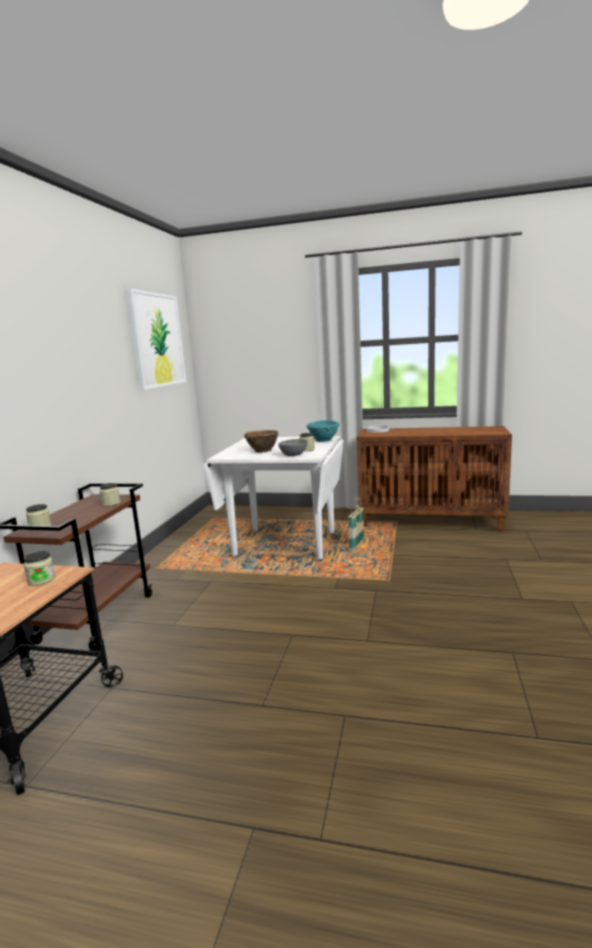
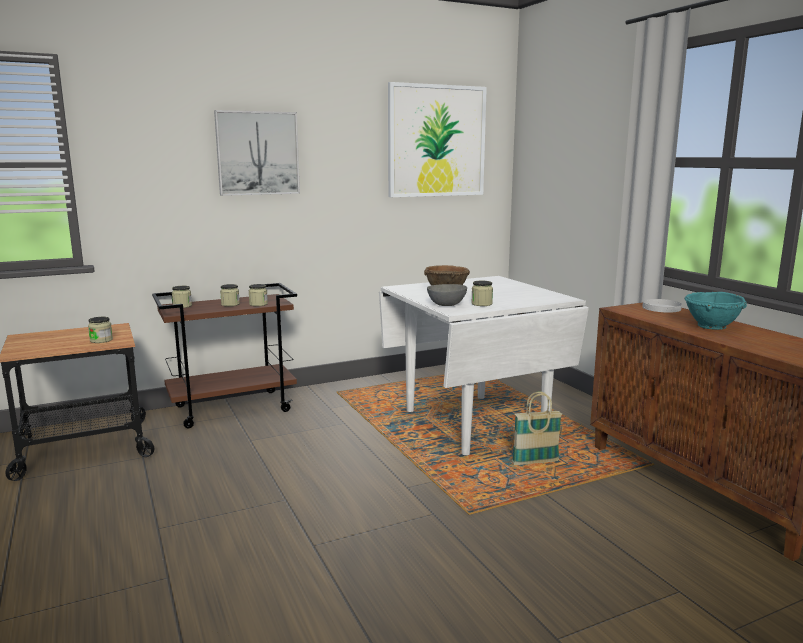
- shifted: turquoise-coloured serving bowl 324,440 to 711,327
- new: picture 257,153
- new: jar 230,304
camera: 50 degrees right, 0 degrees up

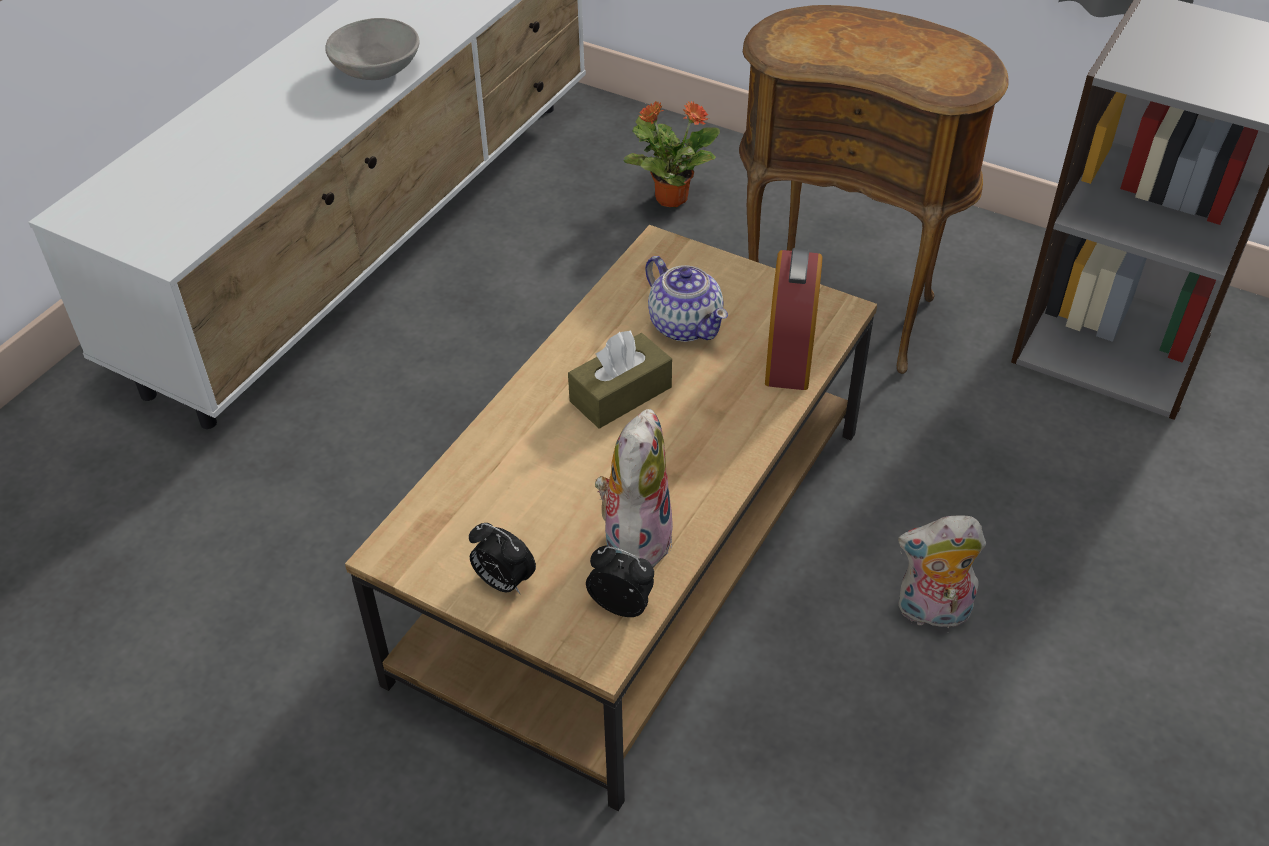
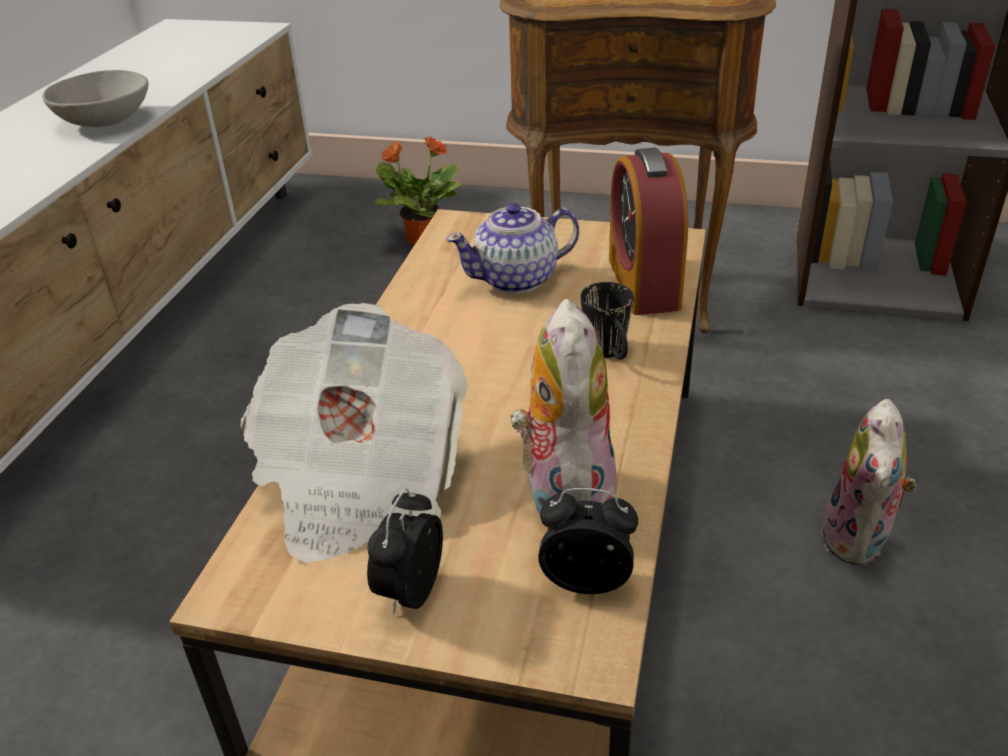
- rotated: bedside clock 503,582 = 410,591 90 degrees clockwise
- gone: brown tissue holder 620,394
- rotated: teapot 685,324 = 517,279 120 degrees clockwise
- rotated: plush toy 931,613 = 859,540 60 degrees counterclockwise
- new: printed paper 359,478
- new: black coffee mug 610,354
camera: 15 degrees left, 10 degrees down

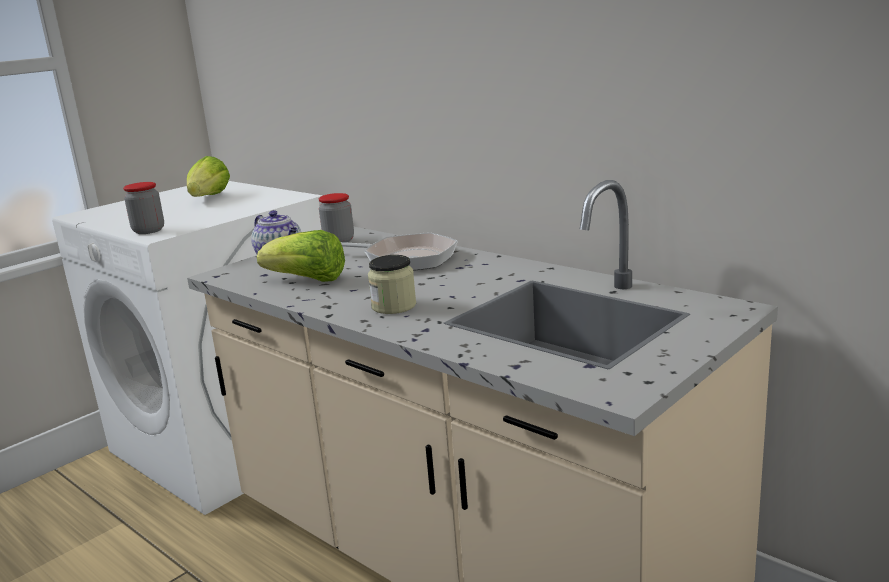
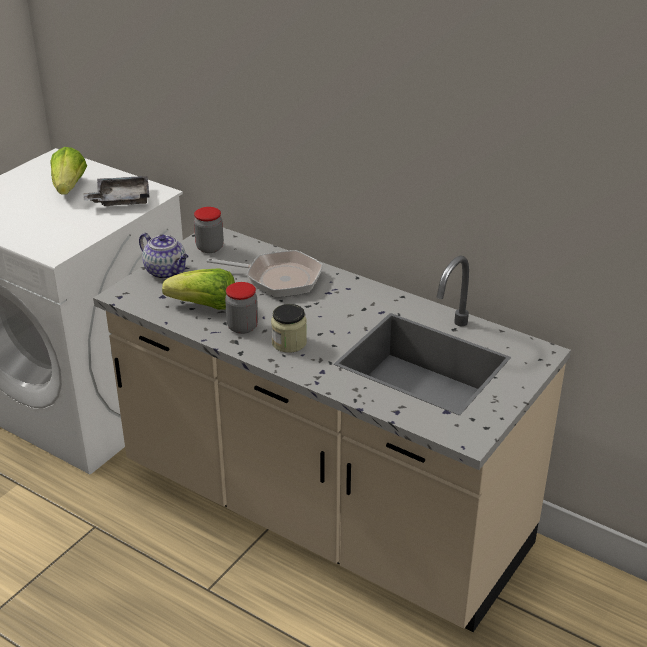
- shifted: jar 148,230 to 242,327
- new: greyish tray 121,200
camera: 10 degrees left, 15 degrees up

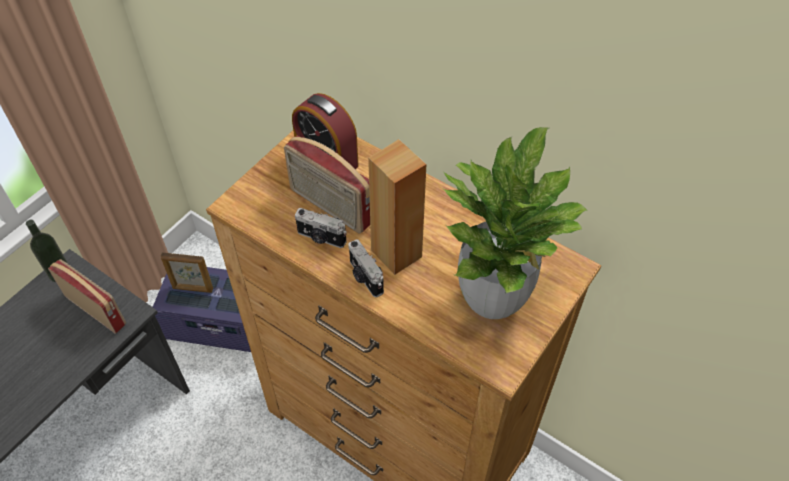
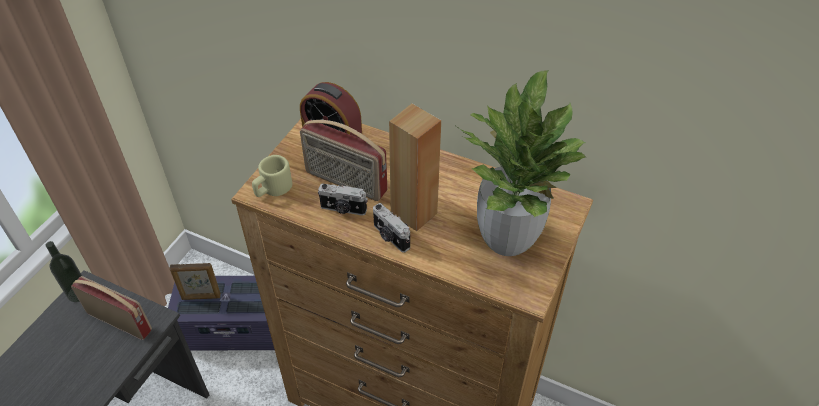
- new: beige-coloured coffee mug 272,189
camera: 10 degrees left, 5 degrees down

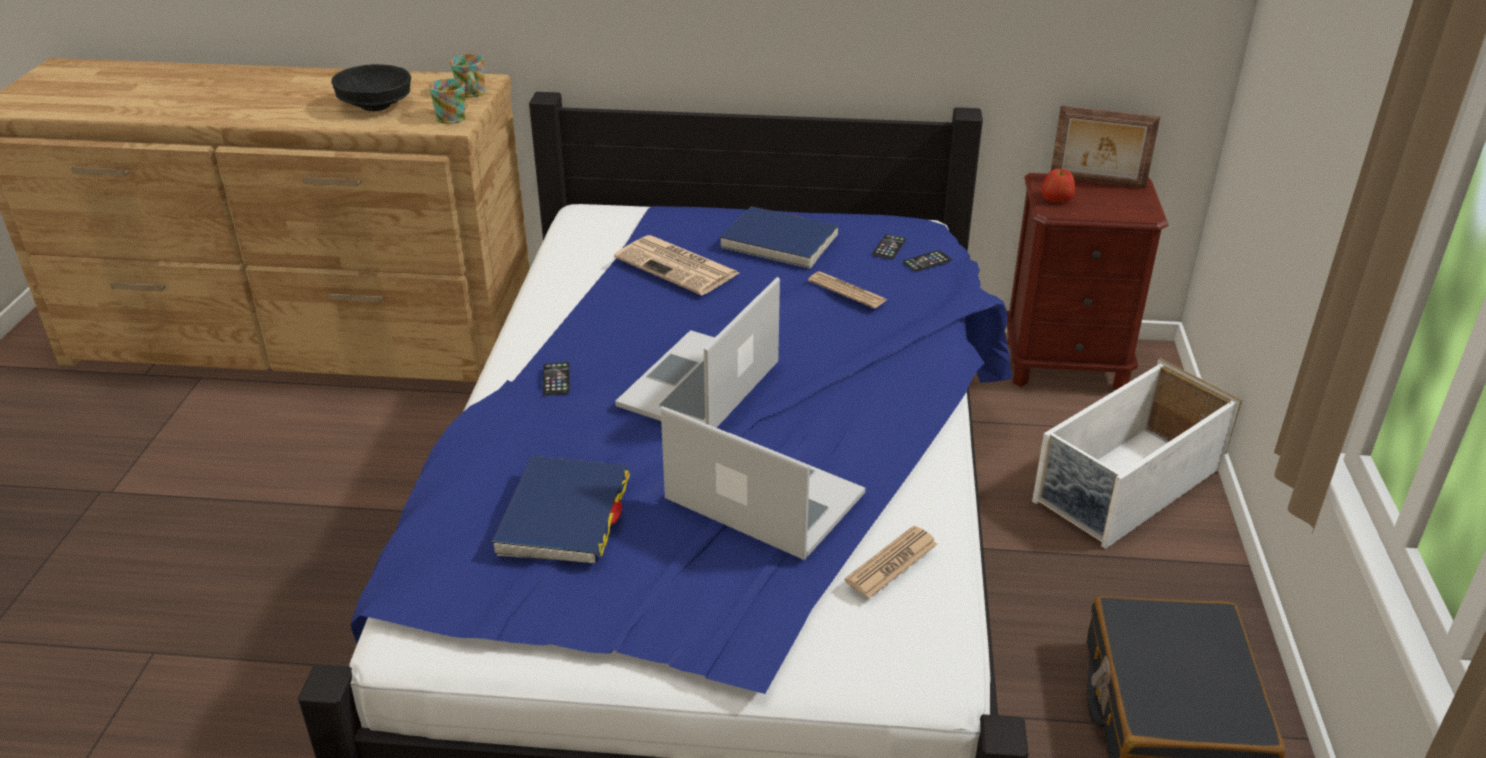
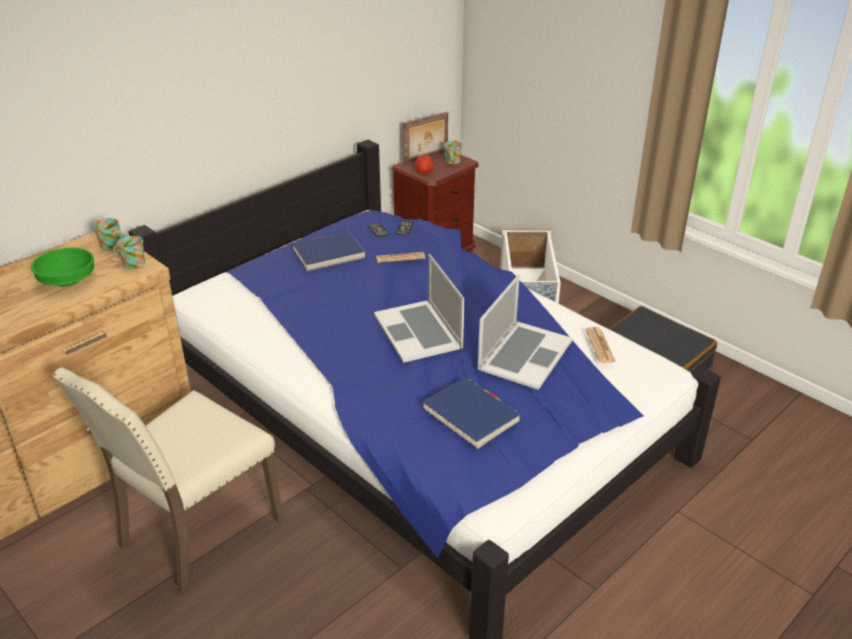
- repainted: black serving bowl 375,106 to green serving bowl 68,281
- gone: handset 556,379
- gone: printed paper 678,266
- rotated: laptop 763,497 = 524,354 135 degrees clockwise
- new: beige-coloured plain chair 195,532
- new: coffee mug 452,162
camera: 50 degrees left, 0 degrees up

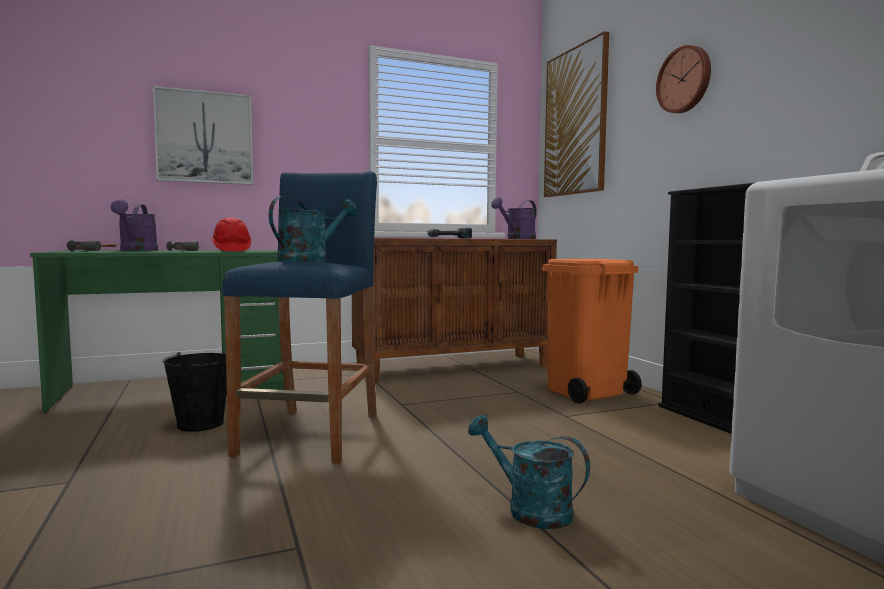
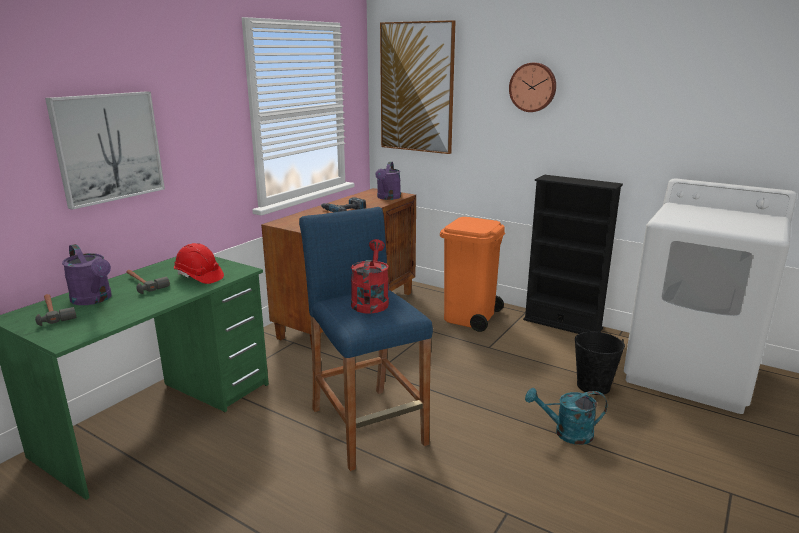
- shifted: black bucket 200,424 to 593,385
- repainted: turquoise-coloured watering can 310,260 to reddish watering can 370,301
camera: 35 degrees left, 15 degrees up

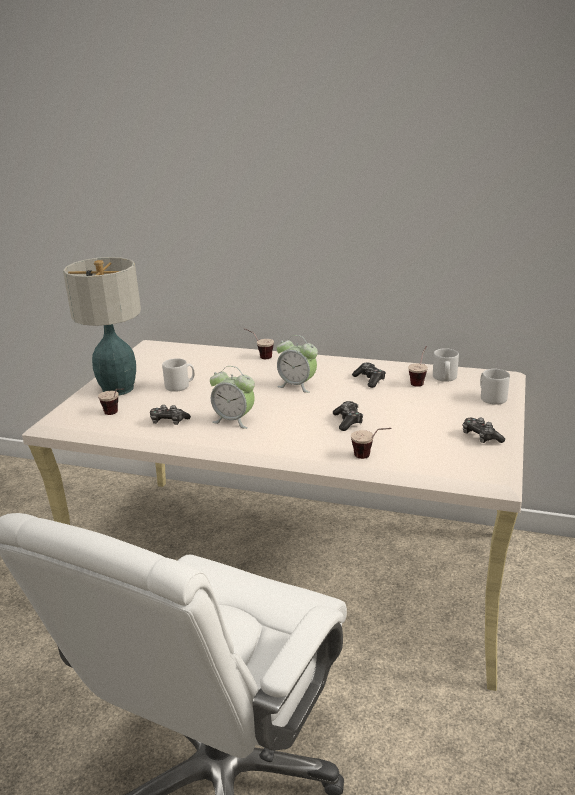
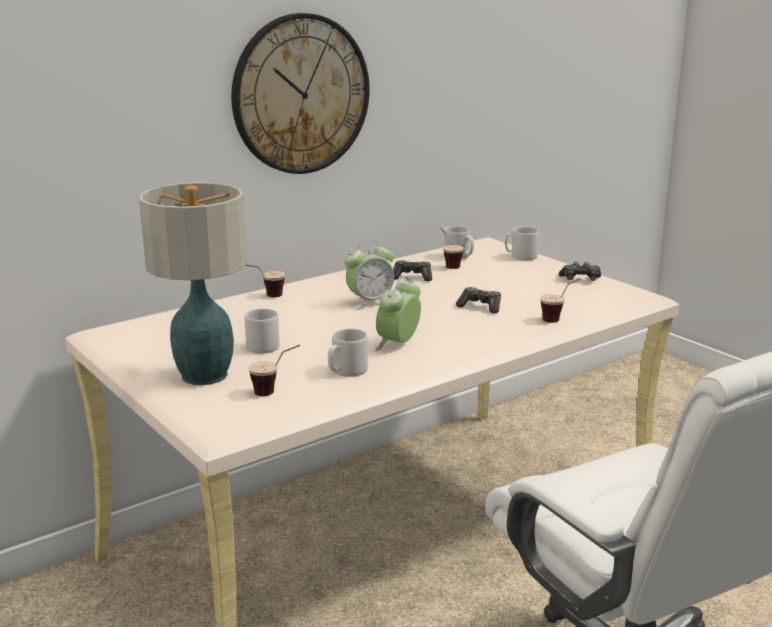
- swapped: gamepad 168,421 to greyish coffee mug 346,371
- rotated: bedside clock 234,420 = 398,344 150 degrees clockwise
- new: wall clock 301,94
camera: 55 degrees left, 5 degrees down

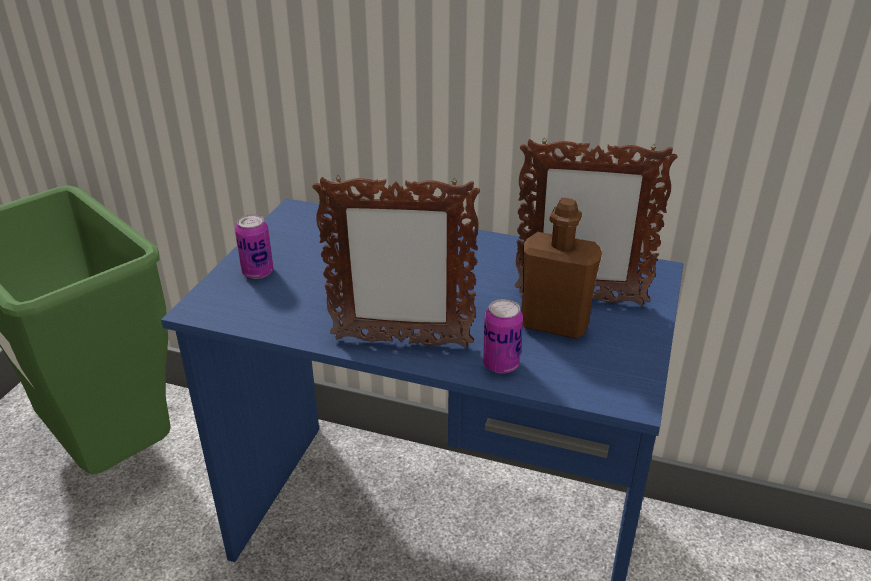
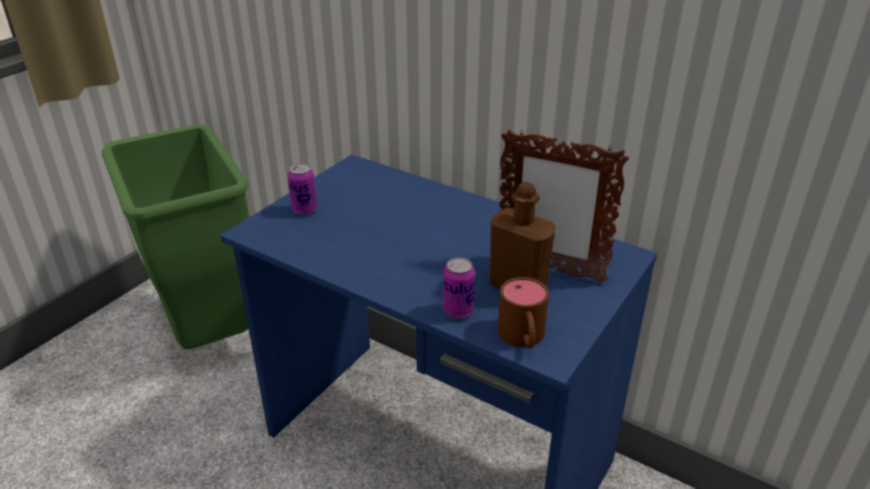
- gone: picture frame 400,342
- new: brown coffee mug 523,339
camera: 15 degrees right, 0 degrees up

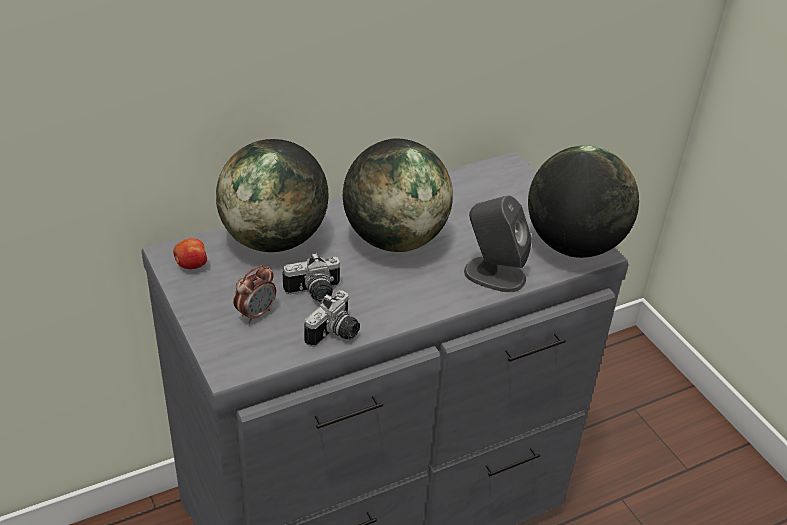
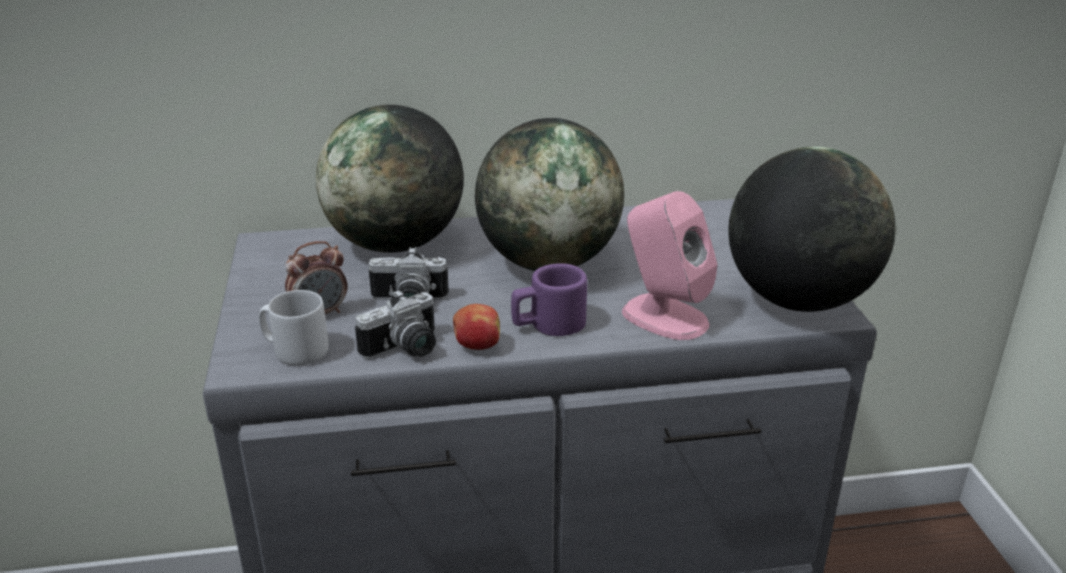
- shifted: apple 191,265 to 476,346
- repainted: greyish loudspeaker 493,274 to pinkish loudspeaker 663,317
- new: greyish coffee mug 295,350
- new: purple coffee mug 548,324
camera: 20 degrees right, 10 degrees down

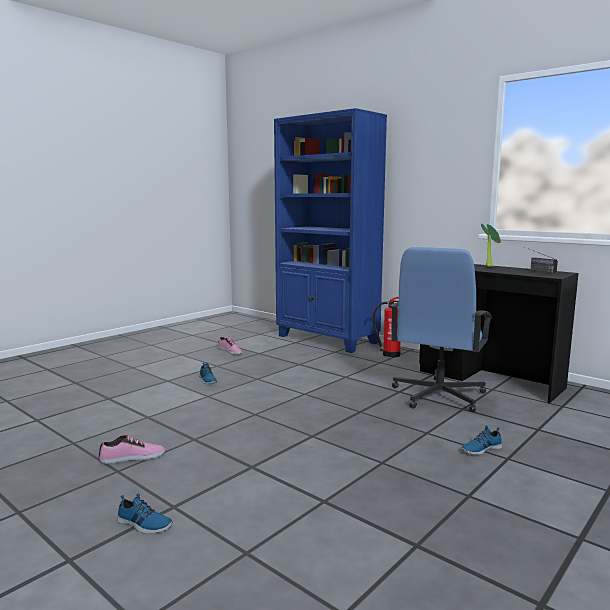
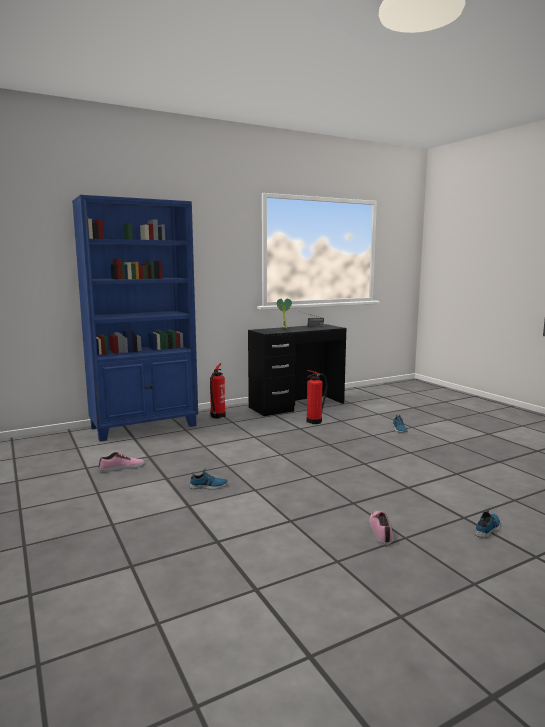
- swapped: blue desk chair 438,396 to fire extinguisher 315,421
camera: 70 degrees left, 0 degrees up

